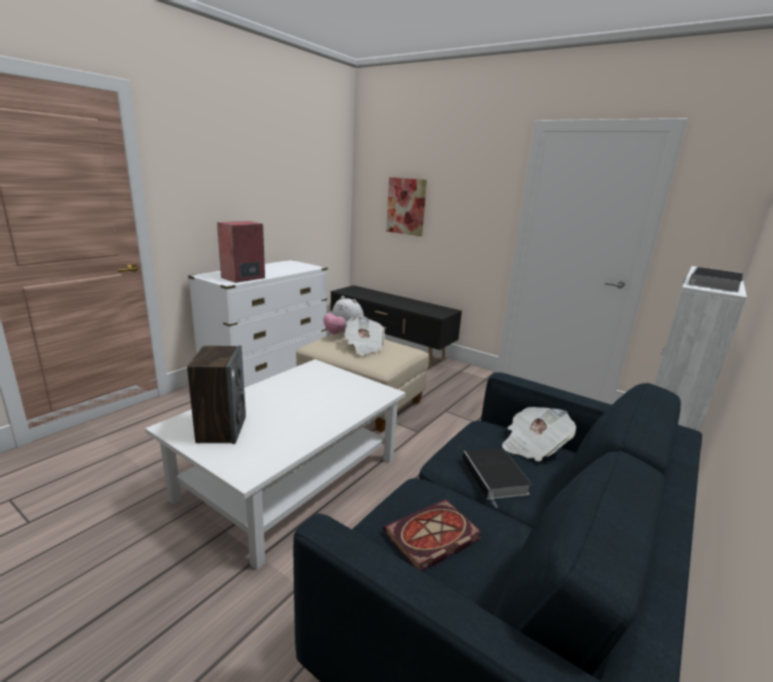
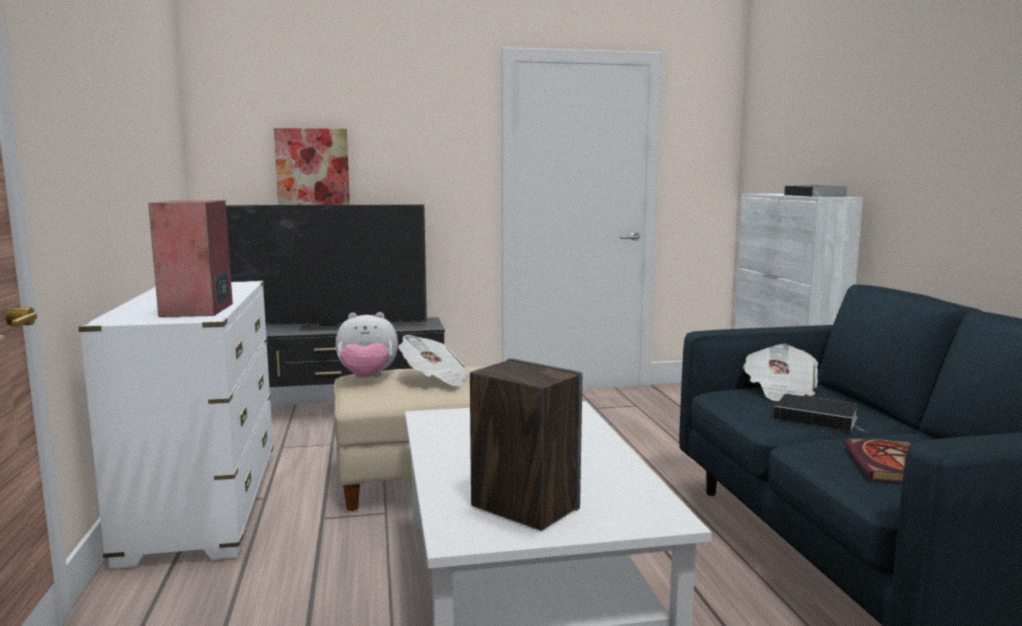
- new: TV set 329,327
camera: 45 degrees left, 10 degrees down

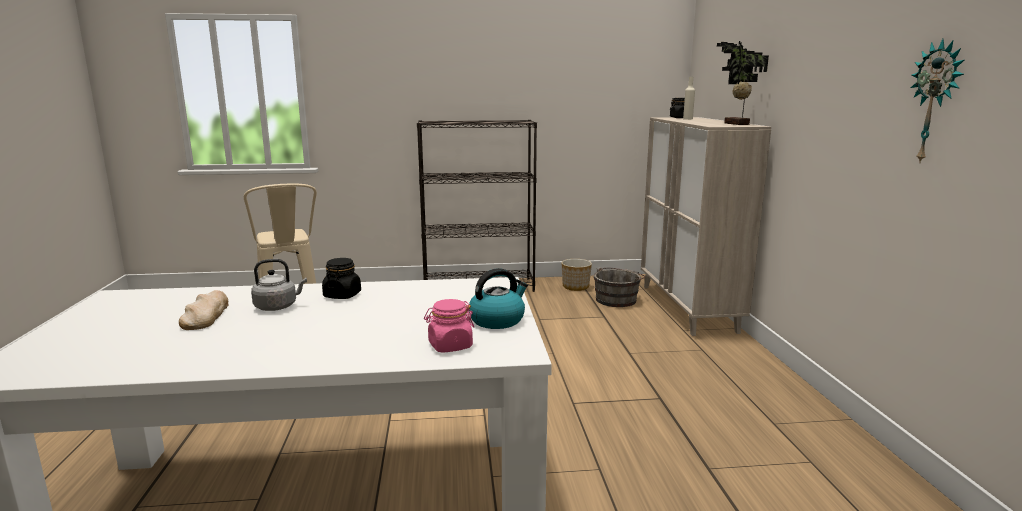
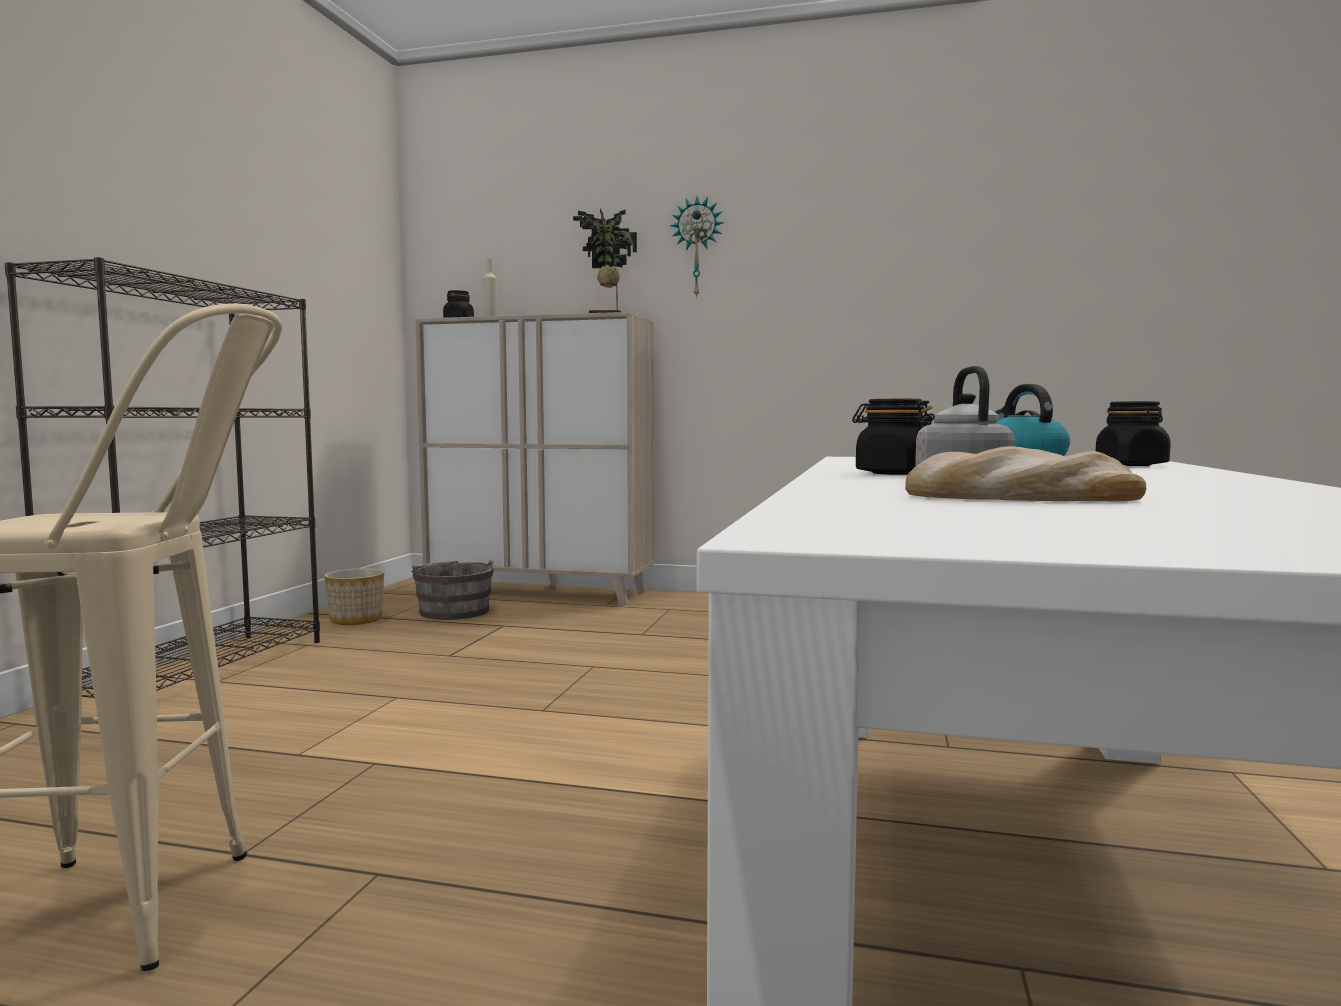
- repainted: pinkish jar 450,346 to black jar 1131,465
- shifted: wall clock 935,102 to 697,247
camera: 70 degrees left, 10 degrees down

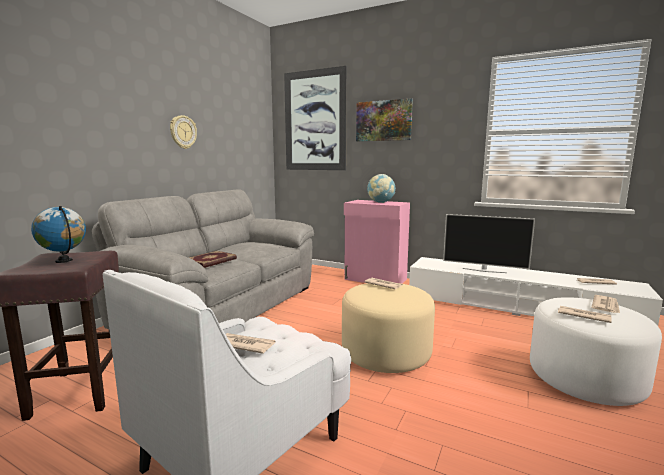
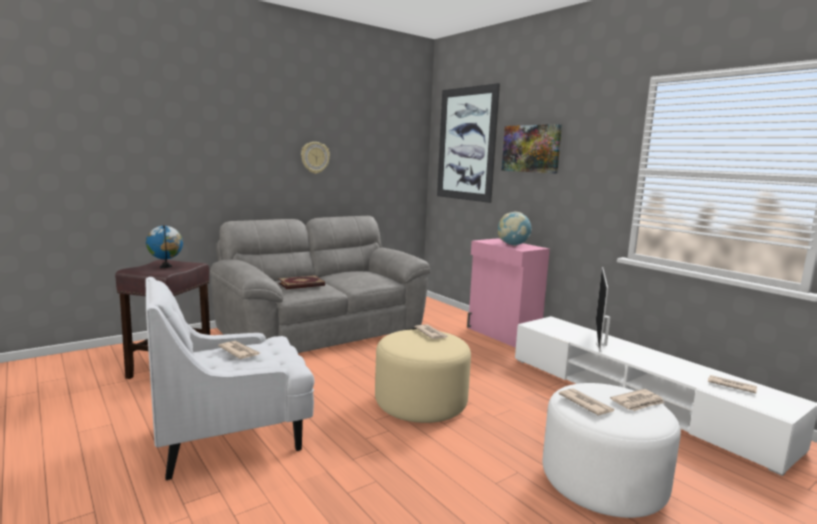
- rotated: TV set 484,270 = 601,344 60 degrees clockwise
camera: 25 degrees right, 0 degrees up

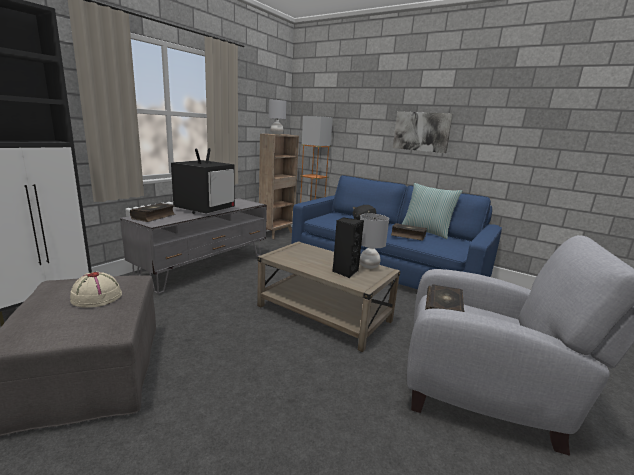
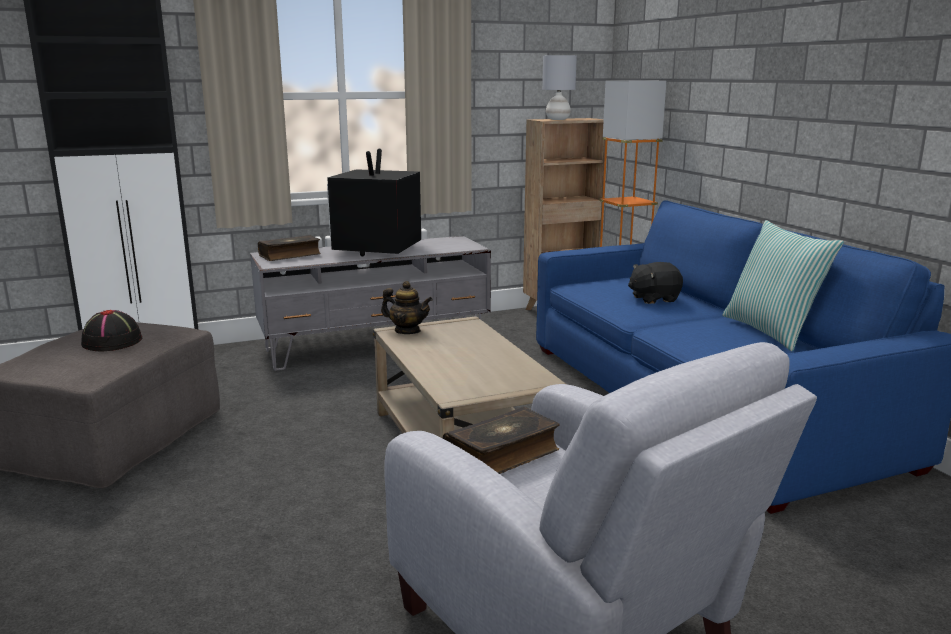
- repainted: beige-coloured clothing hat 96,296 to black clothing hat 113,341
- rotated: TV set 205,209 = 377,250 135 degrees clockwise
- gone: black loudspeaker 345,272
- gone: greyish table lamp 368,266
- gone: book 408,236
- gone: picture 421,131
- new: teapot 407,331
camera: 35 degrees right, 0 degrees up

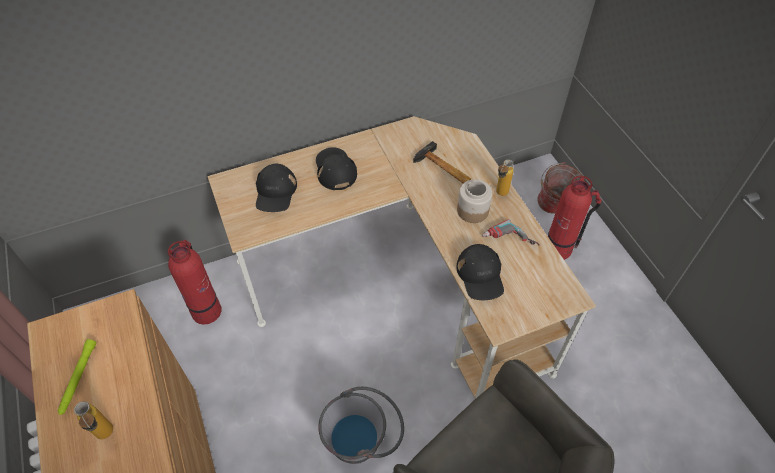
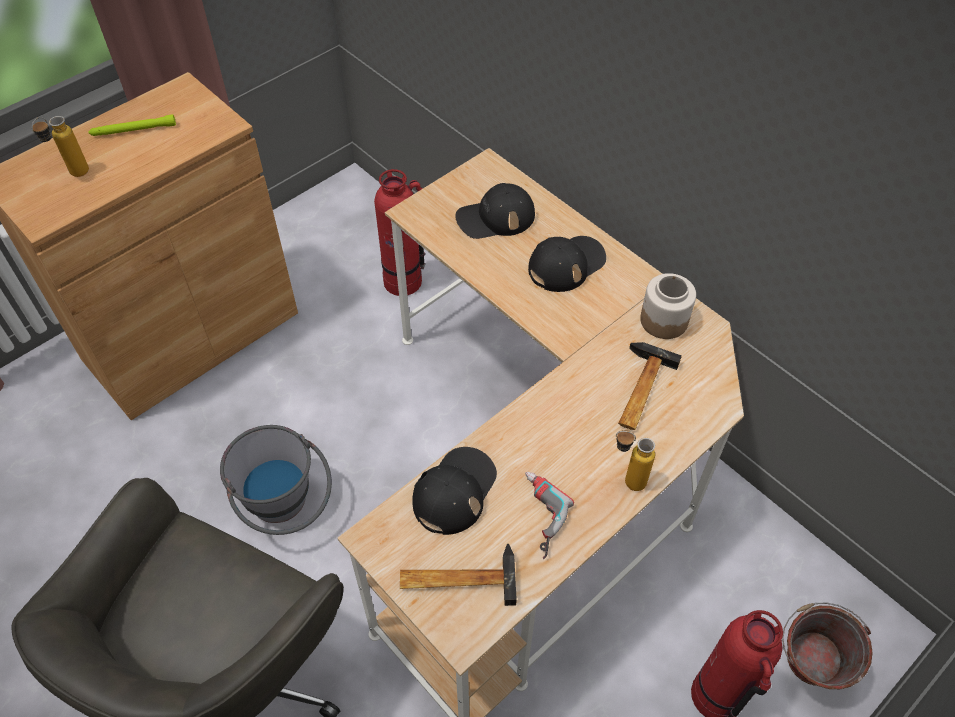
- rotated: black peaked cap 480,275 = 454,491 150 degrees clockwise
- shifted: jar 472,210 to 664,320
- new: hammer 457,577
camera: 70 degrees right, 0 degrees up

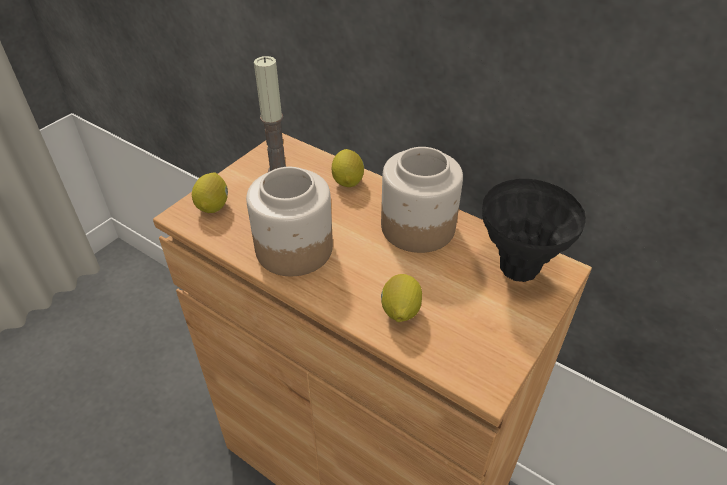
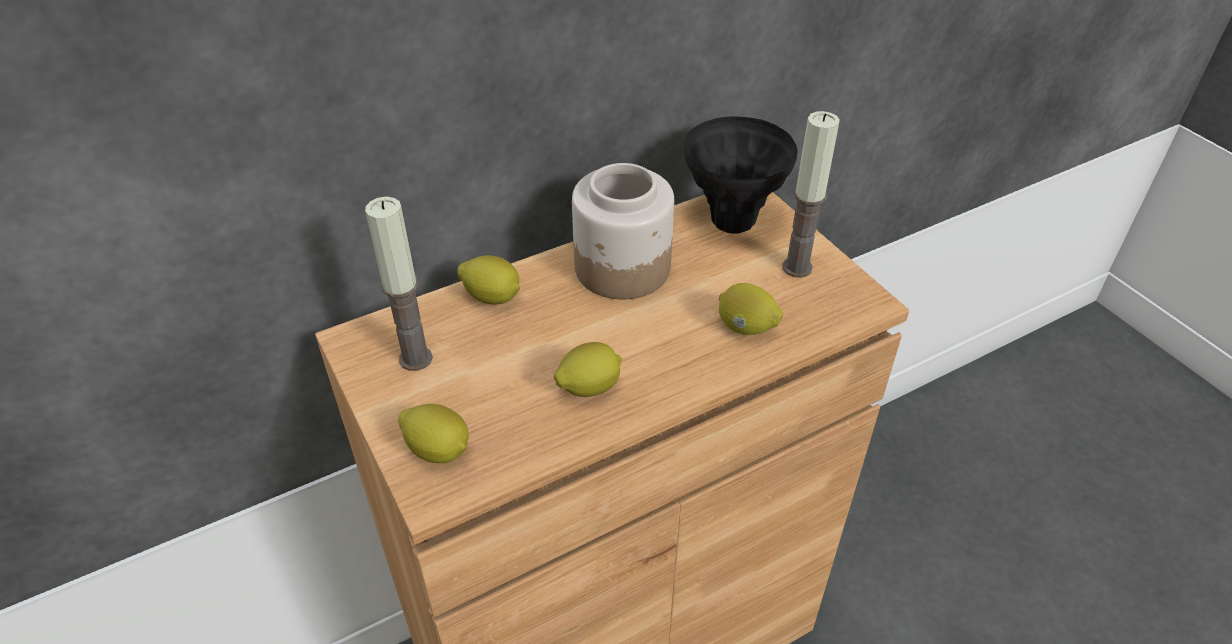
- swapped: jar 293,249 to lemon 588,387
- new: wax light 797,267
camera: 65 degrees left, 0 degrees up

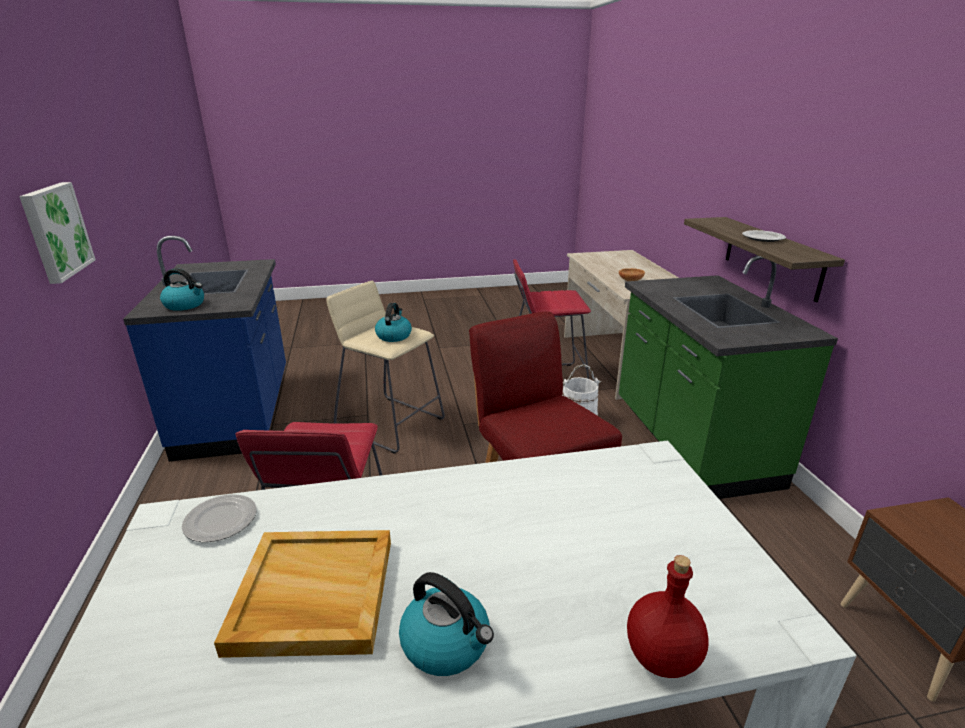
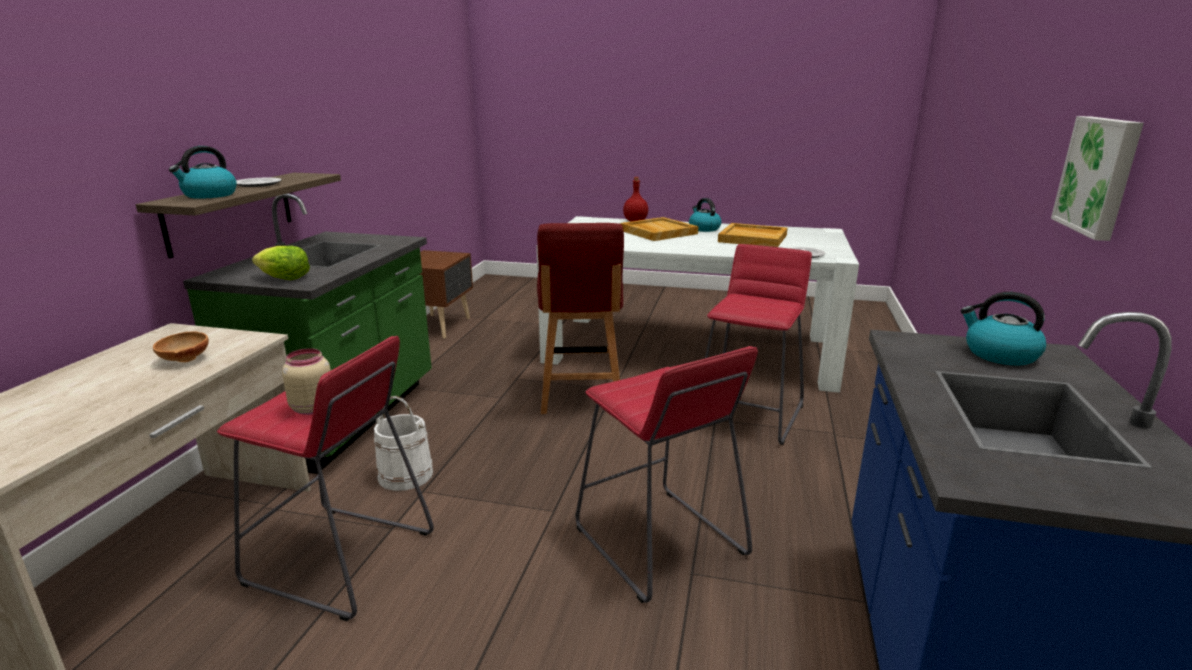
- repainted: beige-coloured stool 390,423 to reddish stool 659,542
- shifted: kettle 394,336 to 209,195
- new: lettuce 284,278
- new: beige-coloured jar 311,408
- new: beige-coloured tray 657,232
camera: 155 degrees left, 5 degrees down

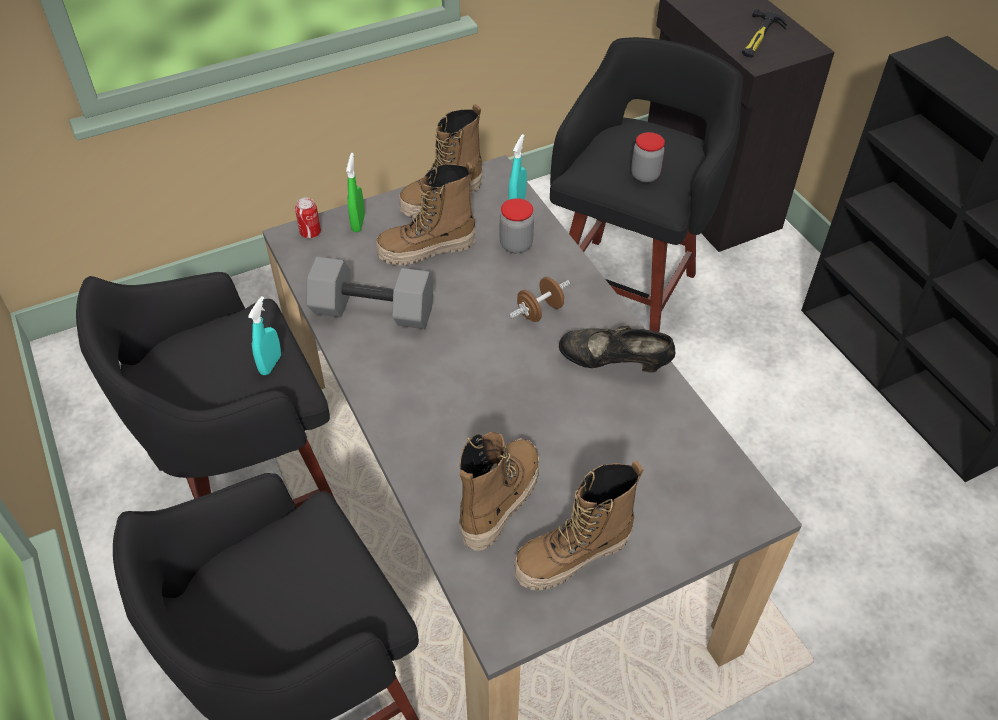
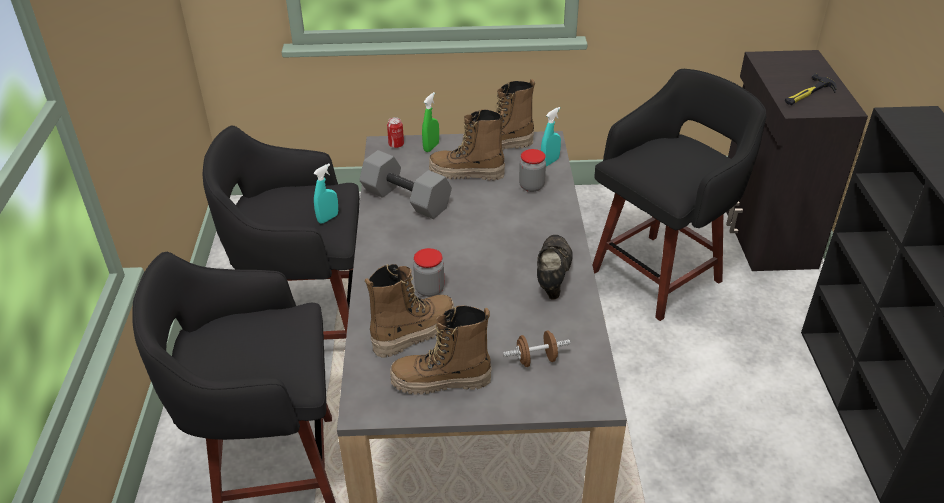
- shifted: brown dumbbell 540,311 to 536,359
- rotated: black item of footwear 613,364 = 552,276 60 degrees clockwise
- shifted: jar 645,175 to 429,289
camera: 25 degrees right, 10 degrees down

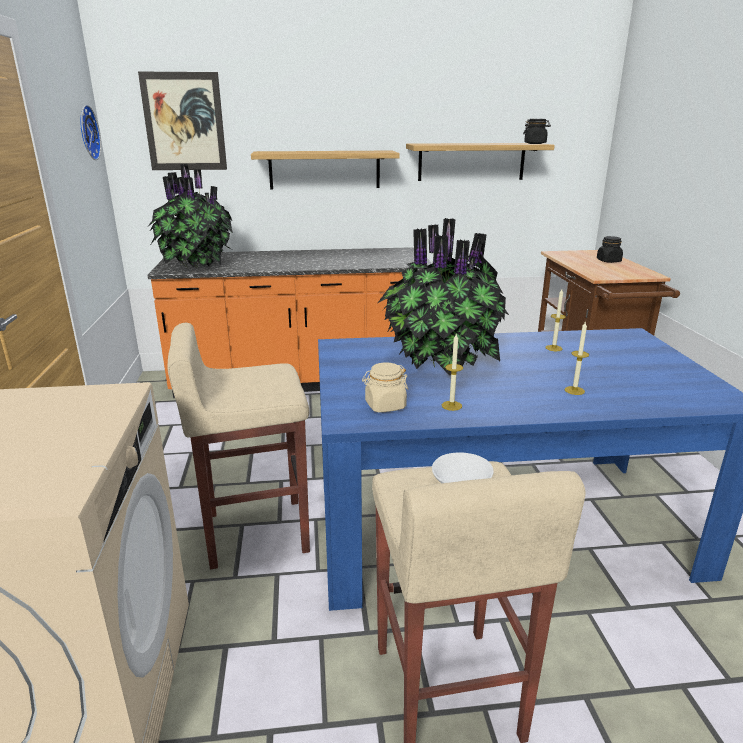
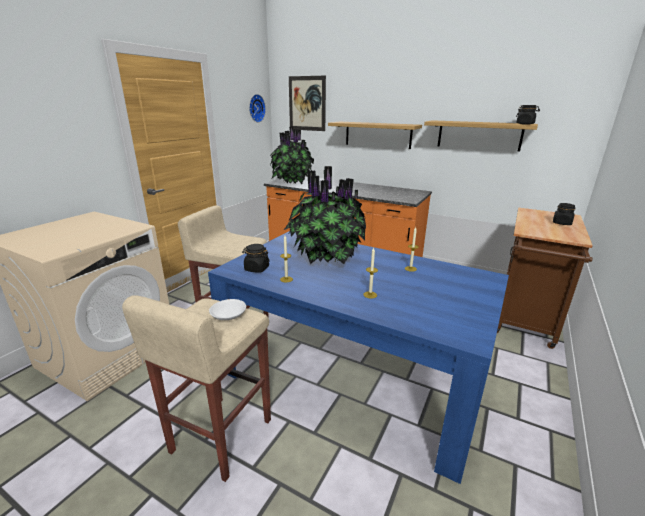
- repainted: beige-coloured jar 385,405 to black jar 256,269
camera: 35 degrees right, 0 degrees up

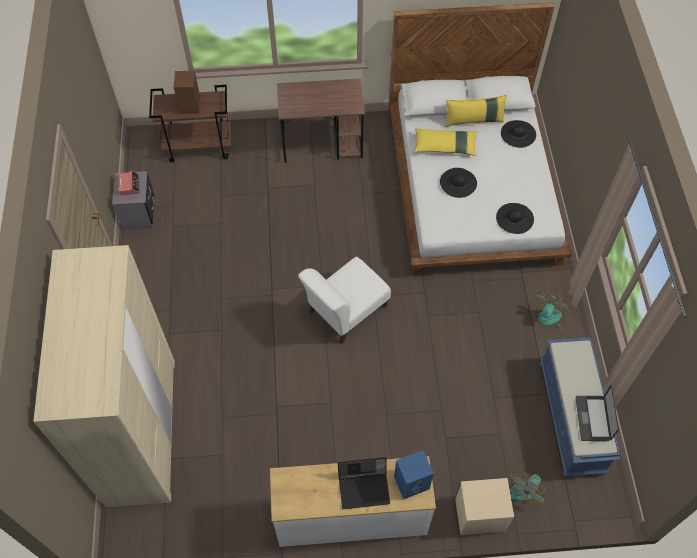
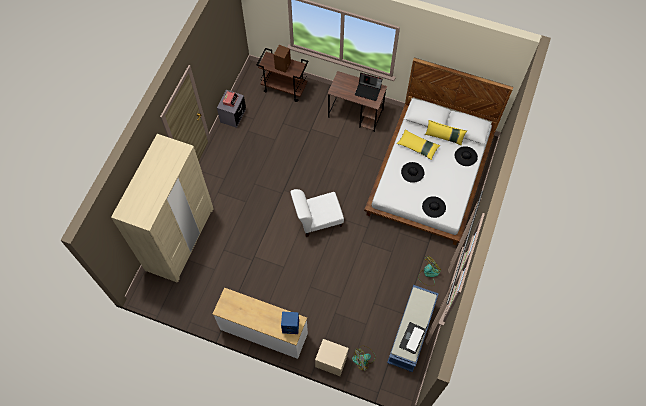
- shifted: laptop 364,487 to 368,91
camera: 25 degrees right, 5 degrees up

